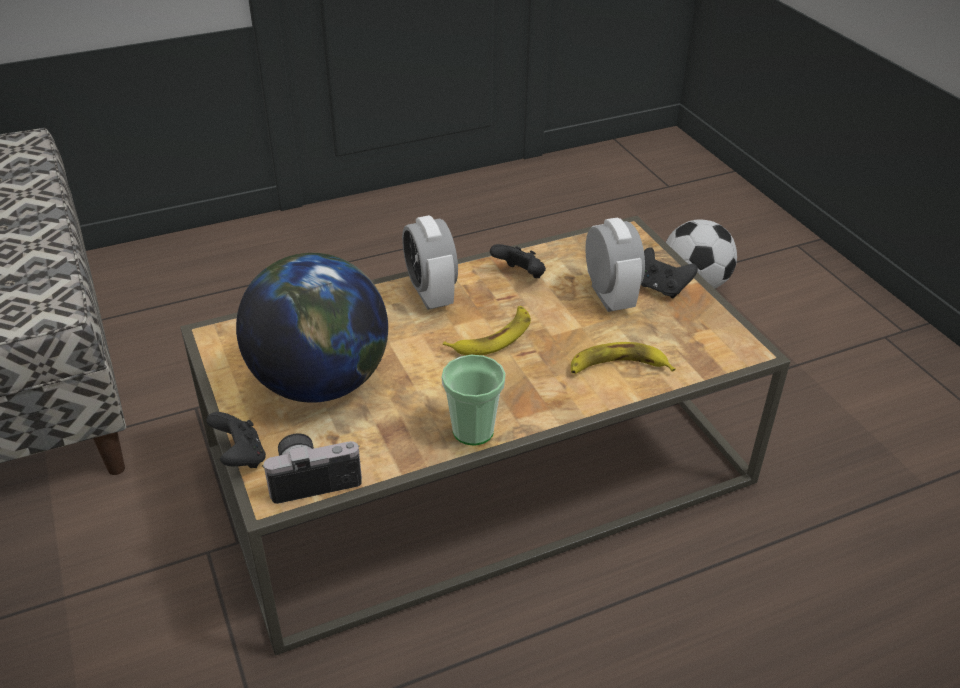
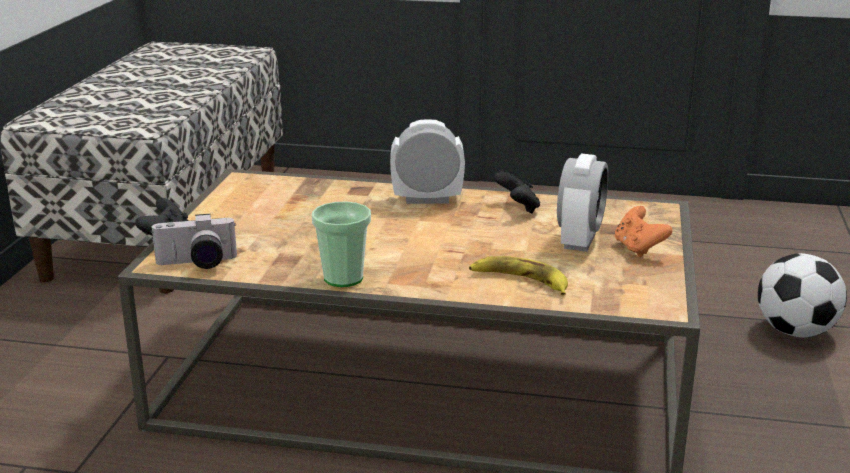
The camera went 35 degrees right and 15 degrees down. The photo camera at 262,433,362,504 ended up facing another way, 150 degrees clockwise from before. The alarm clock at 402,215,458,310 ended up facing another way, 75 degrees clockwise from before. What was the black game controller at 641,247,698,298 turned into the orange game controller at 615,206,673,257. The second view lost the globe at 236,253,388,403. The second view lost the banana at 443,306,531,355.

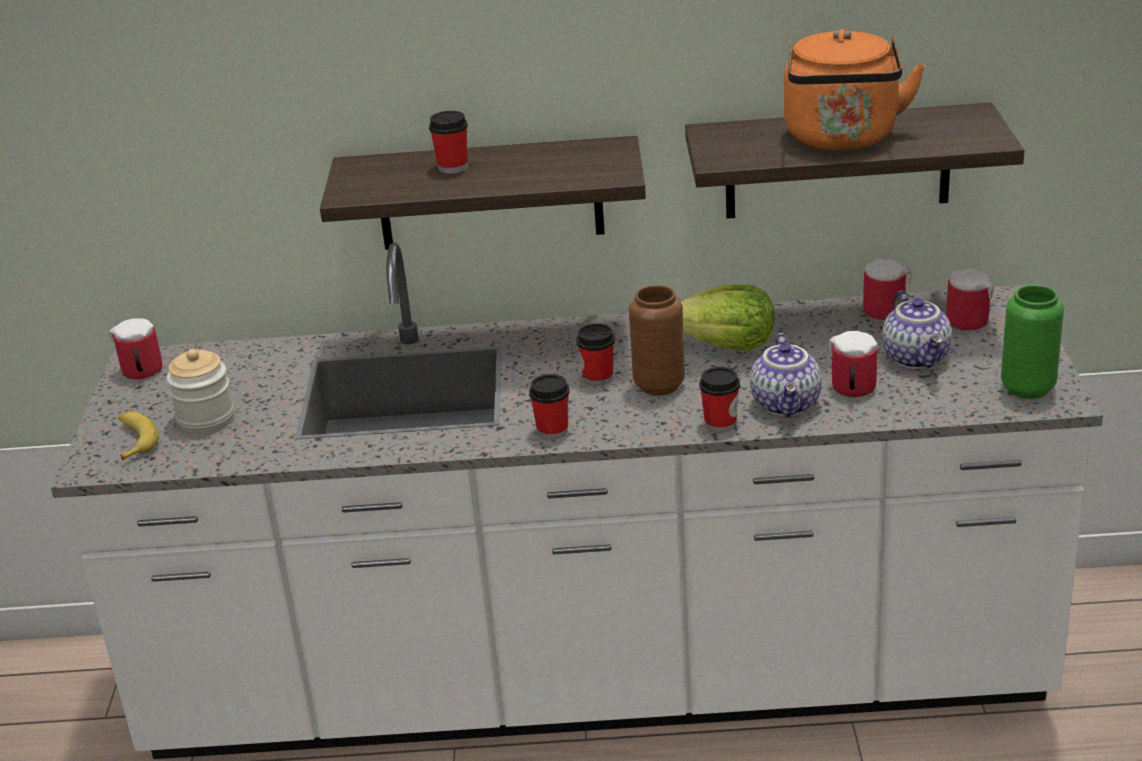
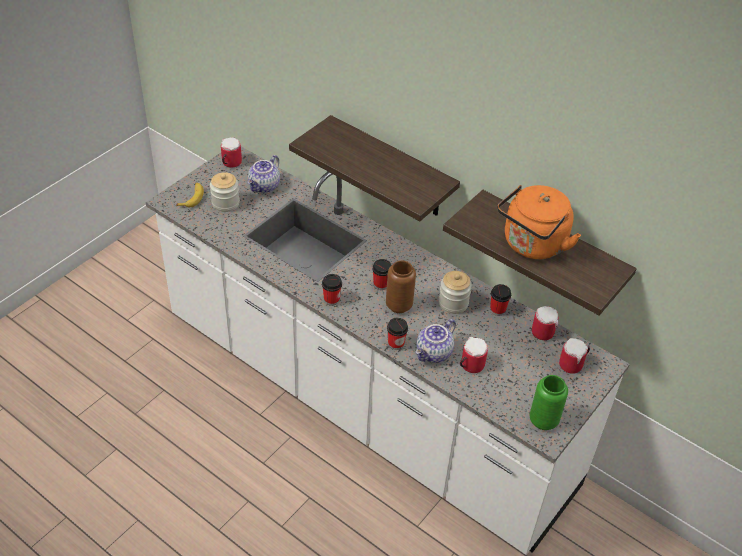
The camera went 35 degrees right and 15 degrees up. The teapot ended up elsewhere, having gone from 882,291,952,369 to 247,155,280,193. Where the lettuce stood at 681,284,774,351, the jar came to stand at 439,271,472,314. The cup ended up elsewhere, having gone from 429,111,468,174 to 490,284,511,316.

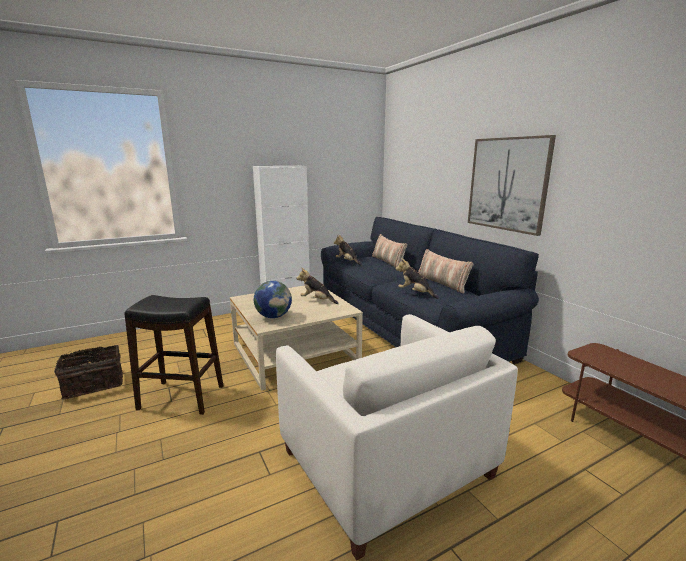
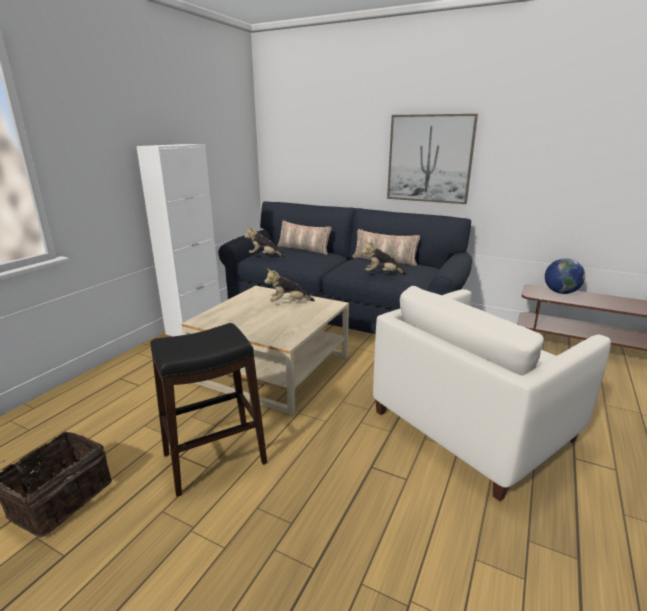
The camera went 35 degrees left and 5 degrees up. The white armchair at 276,314,518,560 ended up facing another way, 120 degrees clockwise from before. The globe ended up elsewhere, having gone from 254,281,292,318 to 545,258,585,294.

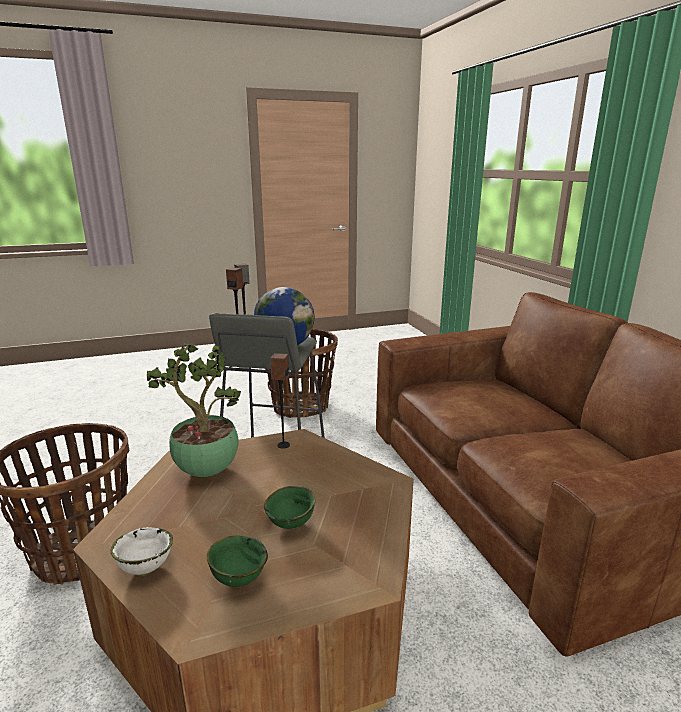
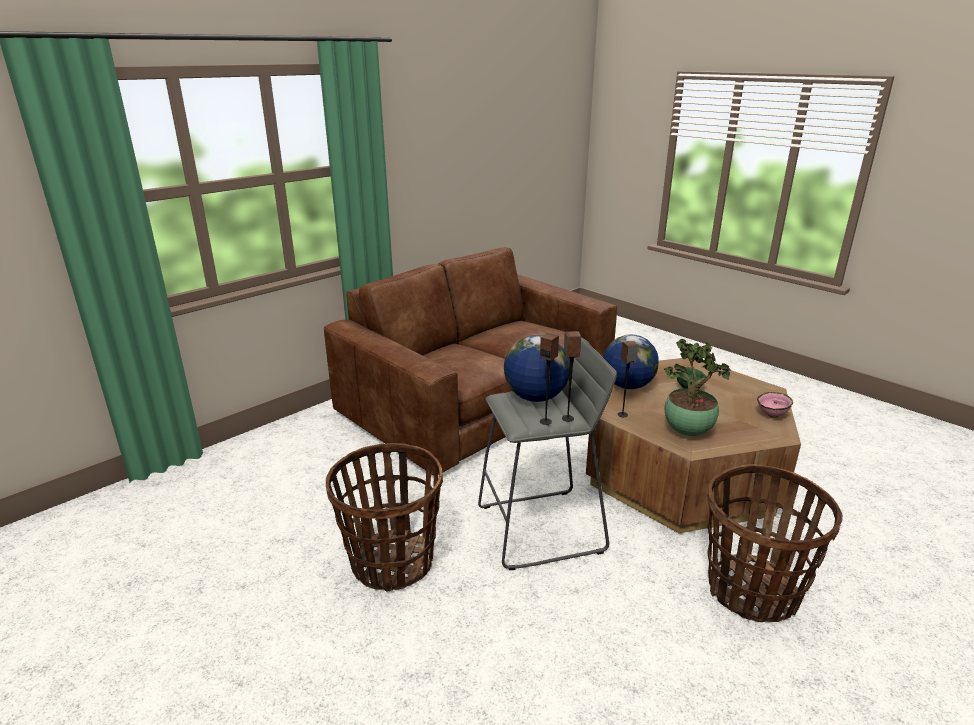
The camera went 115 degrees left and 5 degrees up. The second view gained the globe at 603,334,658,389. What was the white bowl at 110,527,173,577 turned into the pink bowl at 757,392,793,418. The second view lost the green bowl at 207,535,268,587.

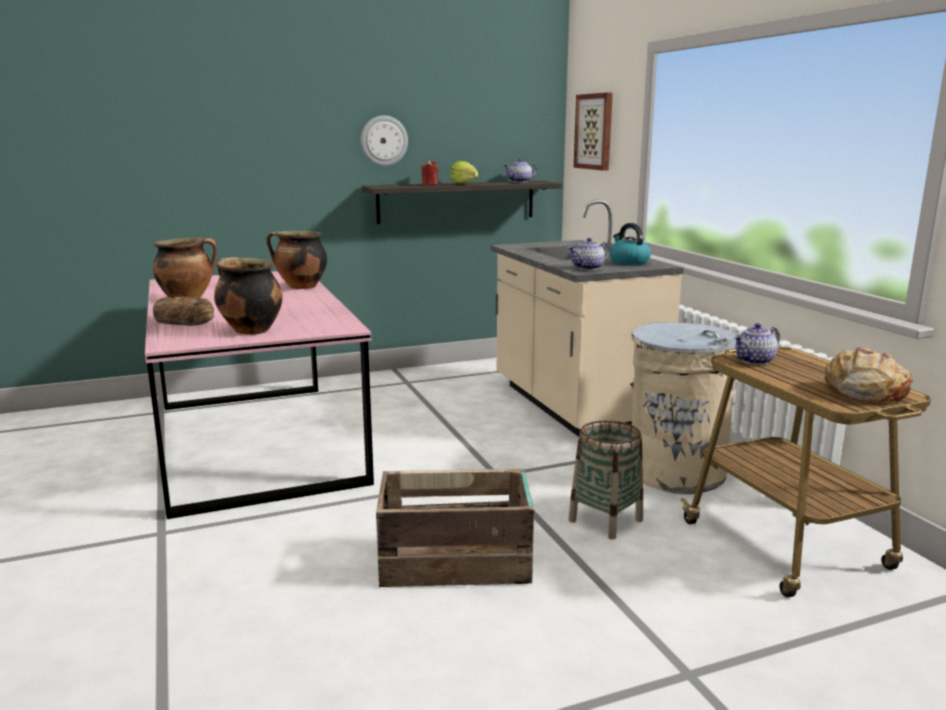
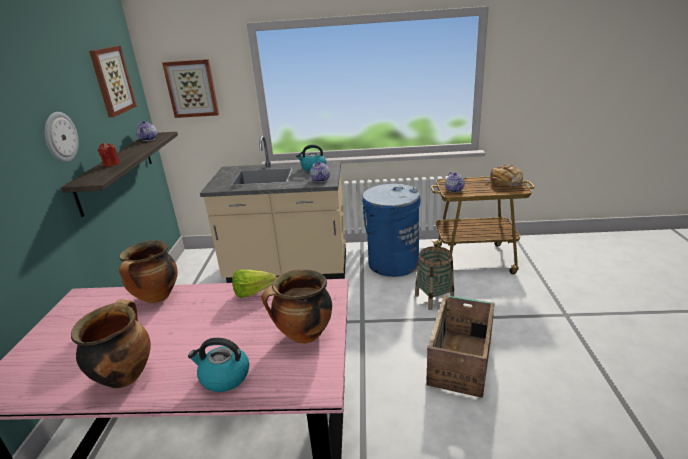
The camera went 65 degrees left and 10 degrees up. The second view gained the picture at 89,46,137,117. Where the bread stood at 153,296,215,326, the kettle came to stand at 188,338,249,392. The lettuce ended up elsewhere, having gone from 450,161,478,184 to 233,270,277,298. What was the beige trash can at 630,322,737,494 turned into the blue trash can at 362,184,420,277.

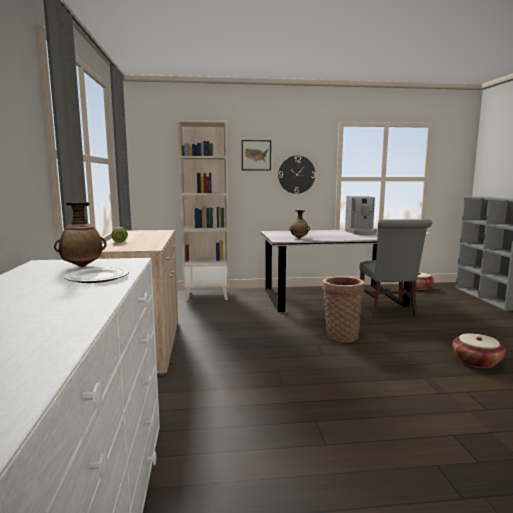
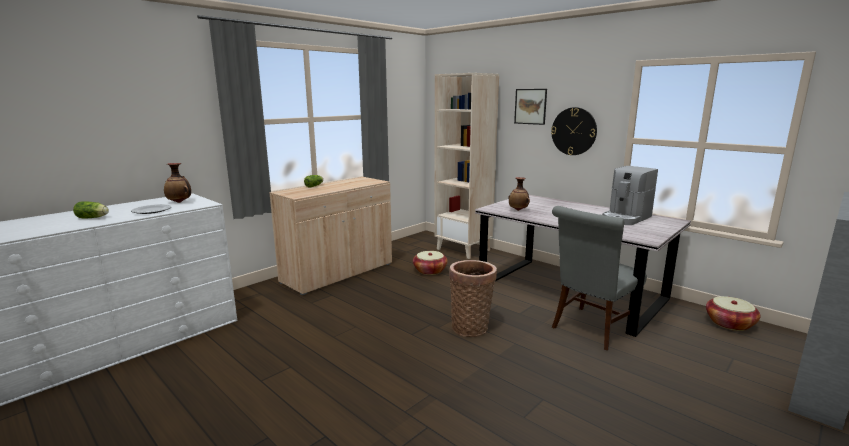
The camera went 50 degrees right and 5 degrees up. The second view gained the lettuce at 73,201,109,218. The basket ended up elsewhere, having gone from 452,333,506,368 to 413,251,448,275.

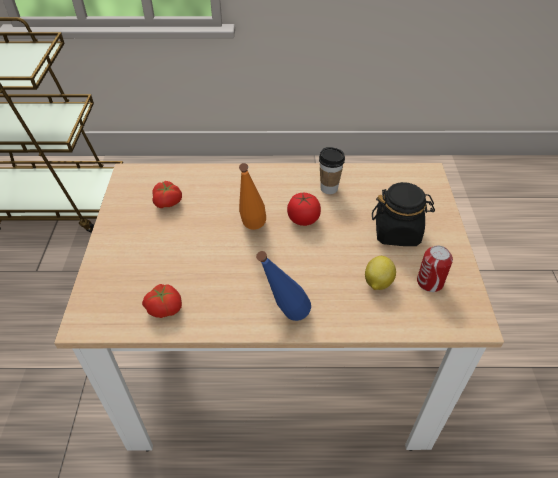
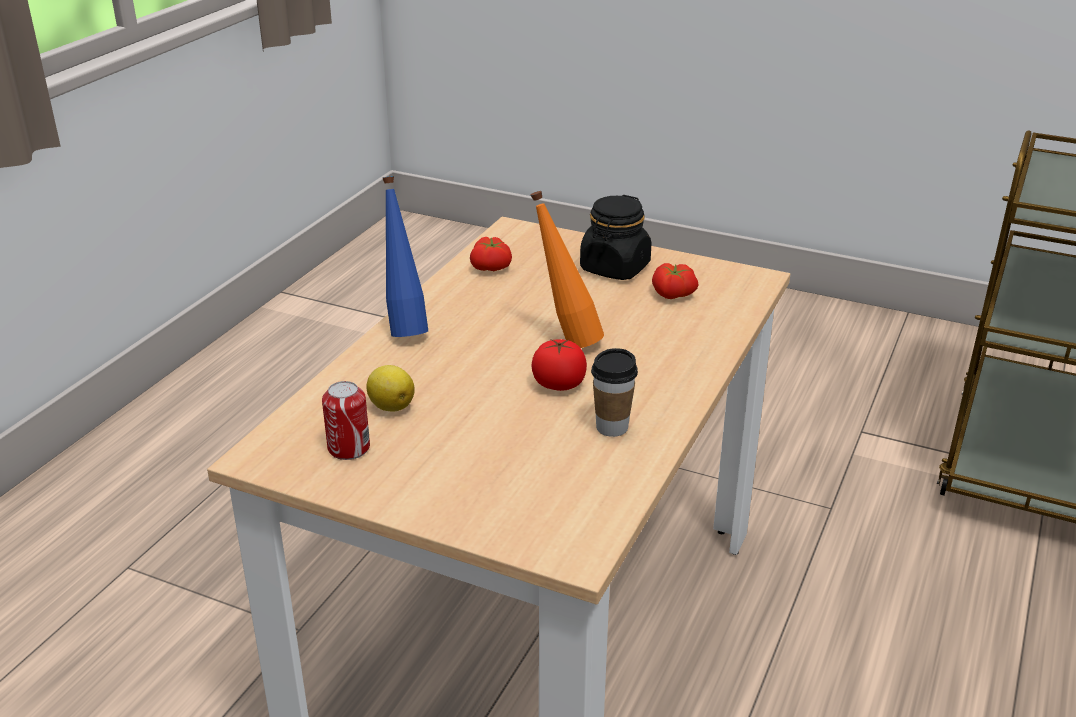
The camera went 115 degrees right and 15 degrees down. The black jar ended up elsewhere, having gone from 372,182,435,246 to 580,195,651,280.

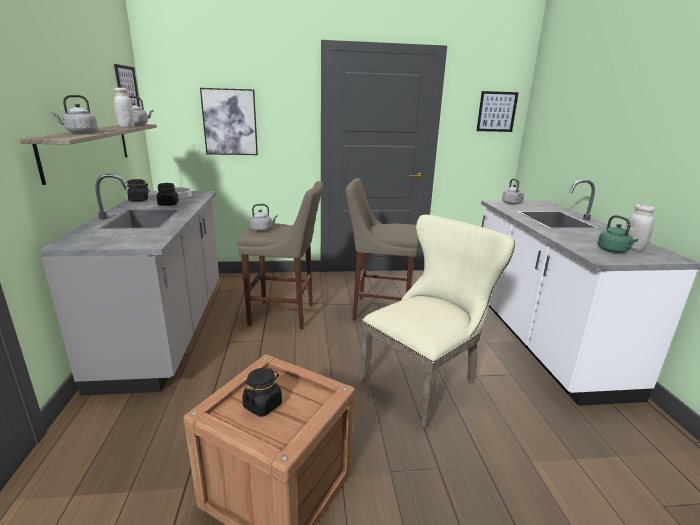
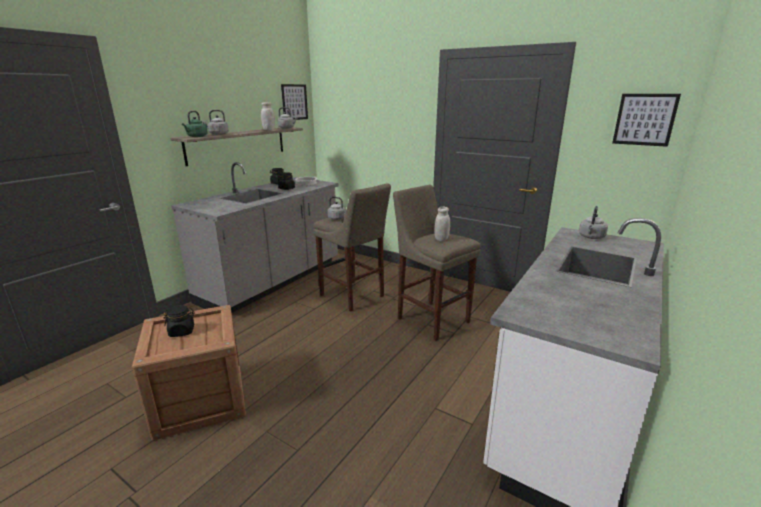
The camera went 40 degrees right and 0 degrees up. The green kettle ended up elsewhere, having gone from 598,215,639,253 to 182,111,208,137. The white jar ended up elsewhere, having gone from 625,204,655,250 to 434,207,450,241. The second view lost the picture at 200,88,258,155. The second view lost the beige chair at 360,215,515,428.

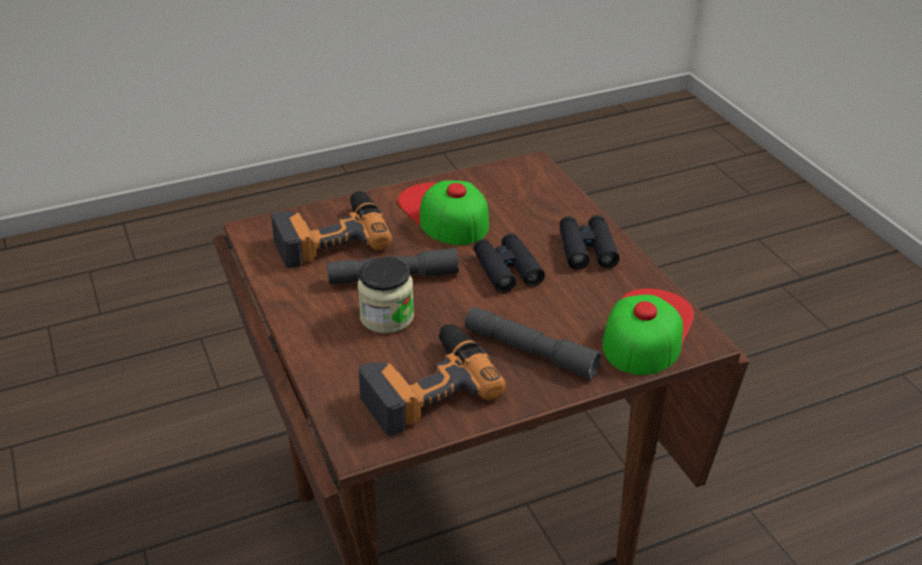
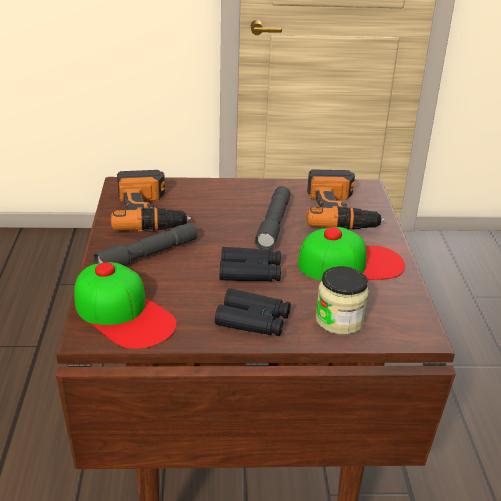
The camera went 110 degrees right and 5 degrees down. The jar ended up elsewhere, having gone from 357,257,414,334 to 316,266,369,335.

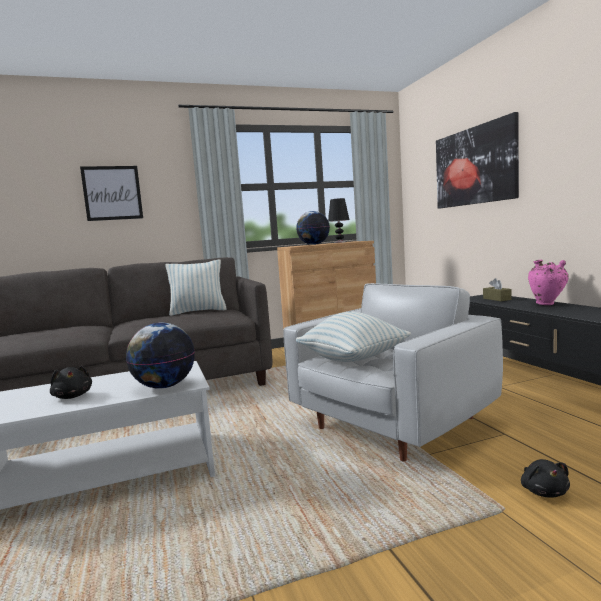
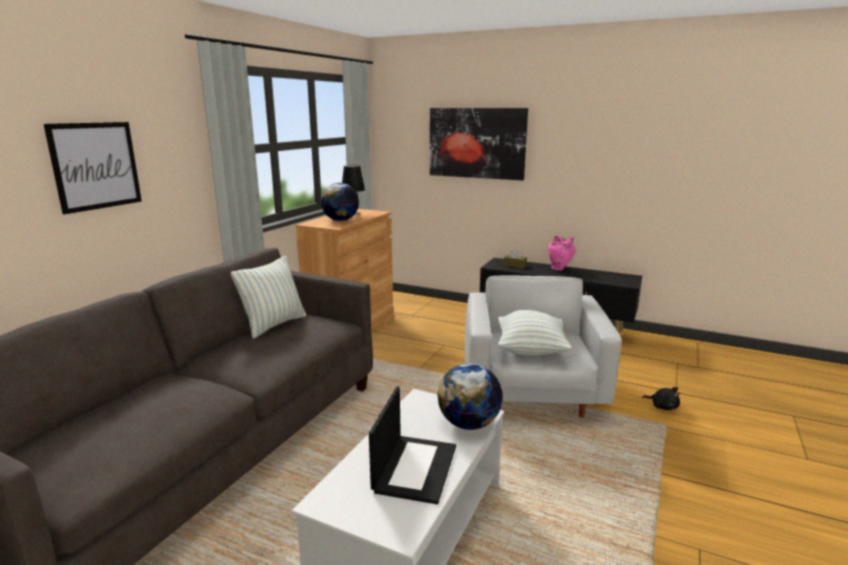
The camera went 45 degrees left and 10 degrees up. Where the black plush toy stood at 50,365,92,399, the laptop came to stand at 369,386,456,504.

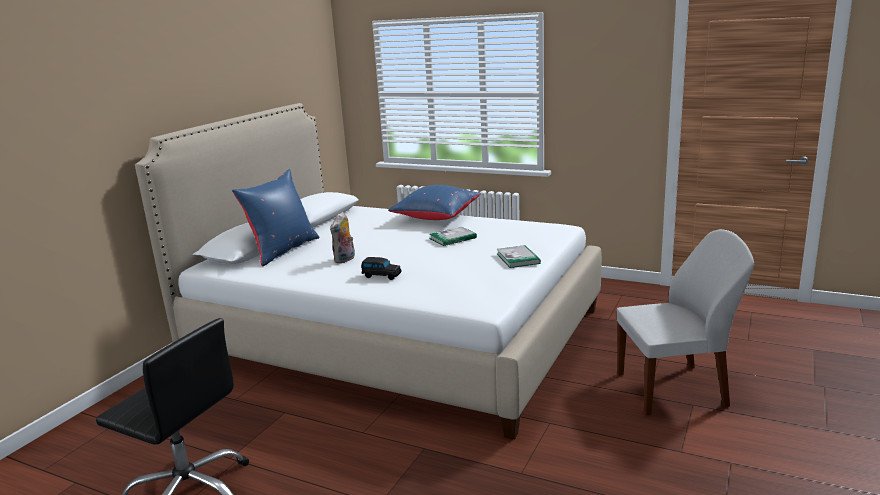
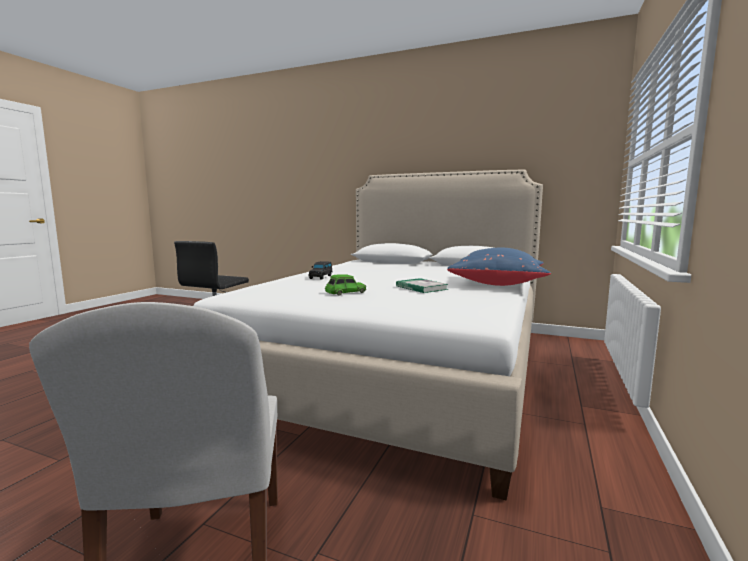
The camera went 85 degrees right and 10 degrees down. The second view gained the green toy car at 325,274,366,296. The second view lost the blue pillow at 232,169,320,266. The second view lost the plush toy at 330,212,355,263. The second view lost the book at 497,245,541,268.

